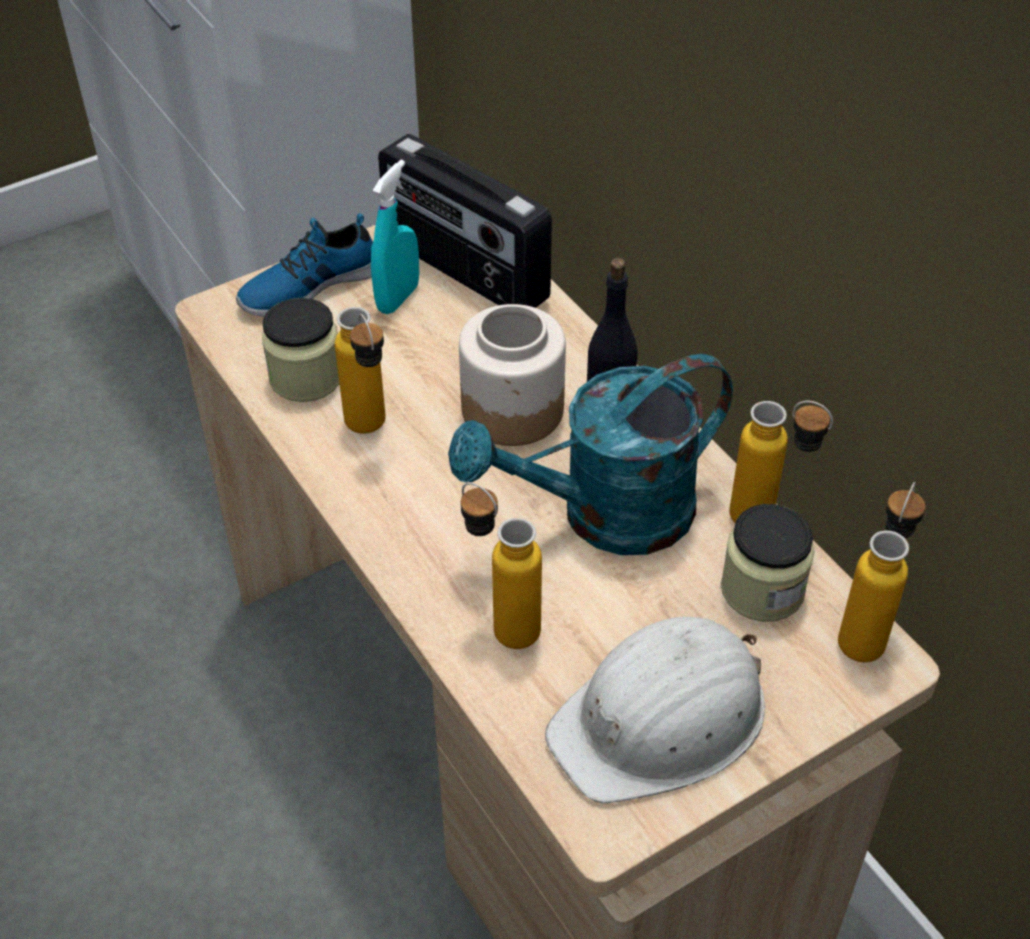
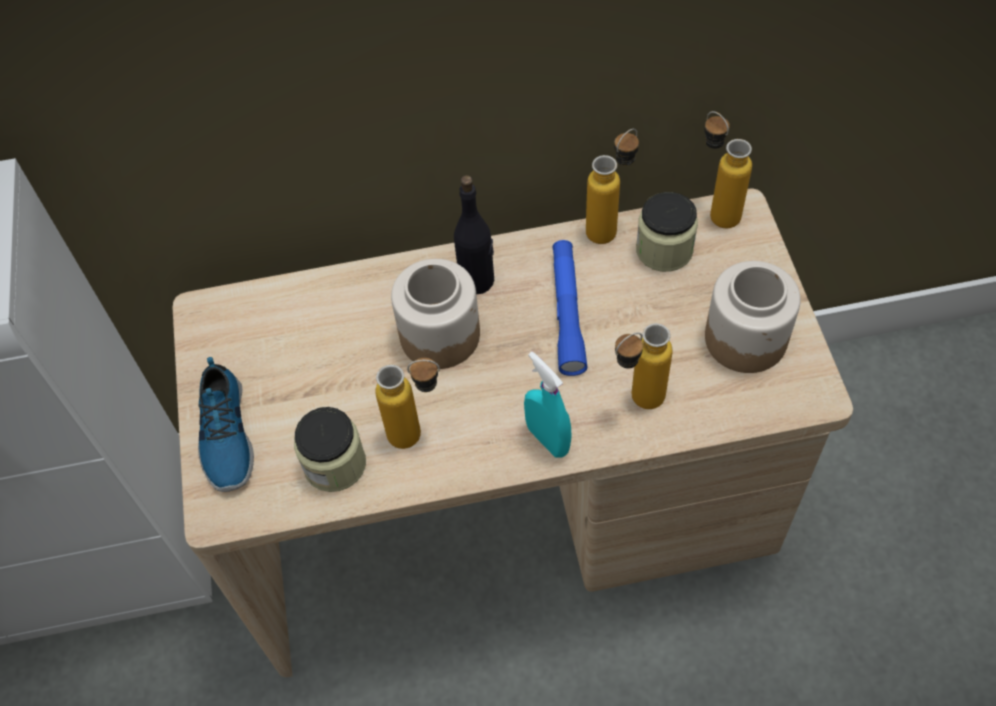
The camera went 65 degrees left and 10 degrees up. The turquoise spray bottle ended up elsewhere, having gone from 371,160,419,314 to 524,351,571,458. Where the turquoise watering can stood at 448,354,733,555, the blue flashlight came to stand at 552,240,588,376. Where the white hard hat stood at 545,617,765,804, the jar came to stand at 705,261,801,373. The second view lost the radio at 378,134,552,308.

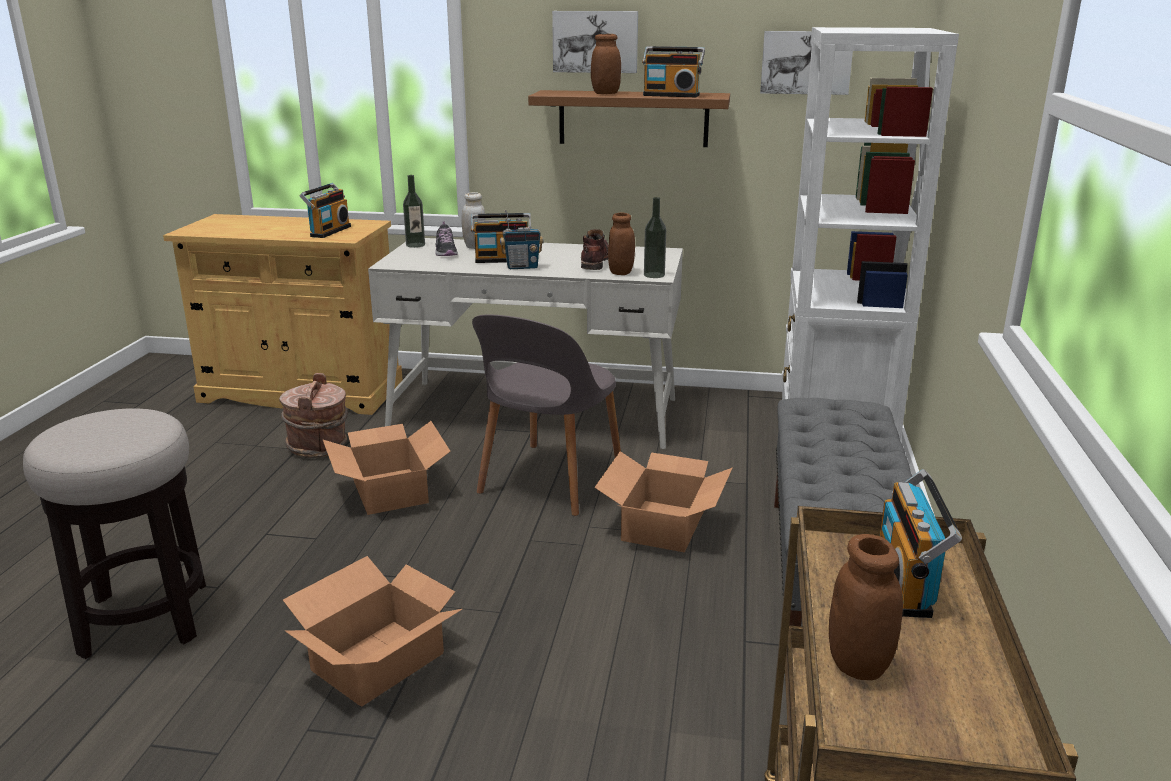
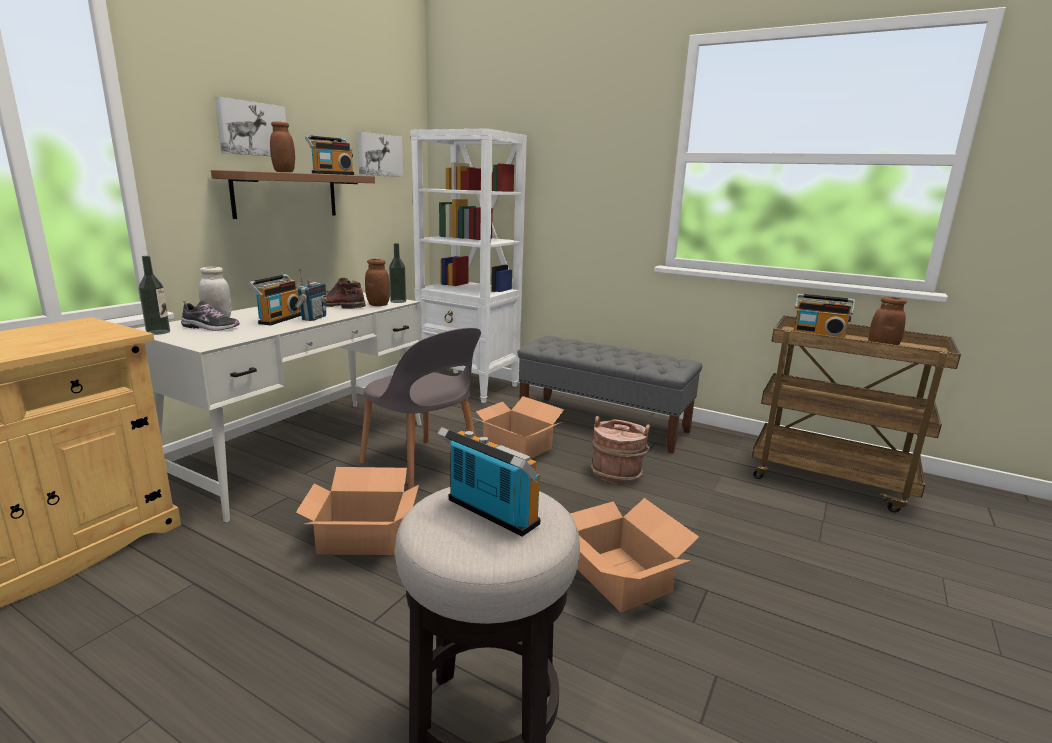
The camera went 70 degrees left and 5 degrees down. The radio ended up elsewhere, having gone from 300,183,351,238 to 437,427,541,536. The brown bucket ended up elsewhere, having gone from 279,373,348,458 to 591,416,650,484.

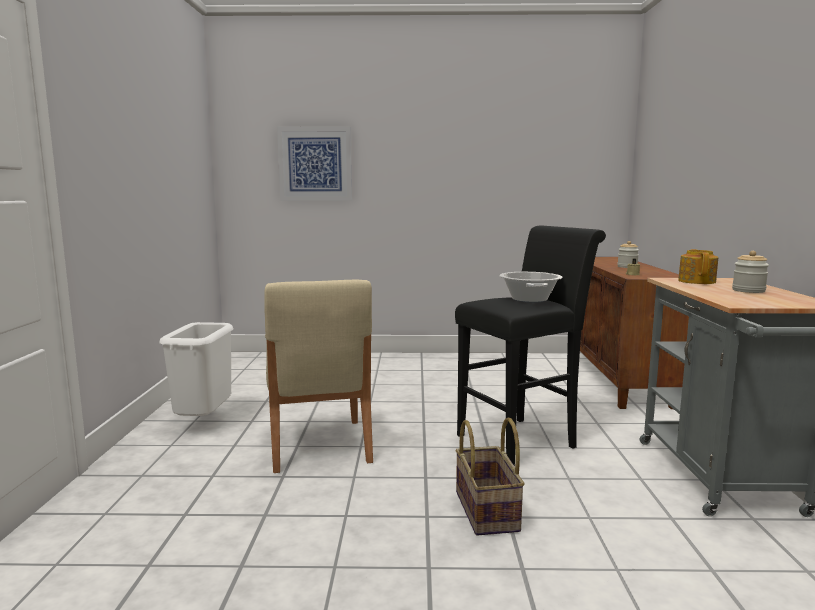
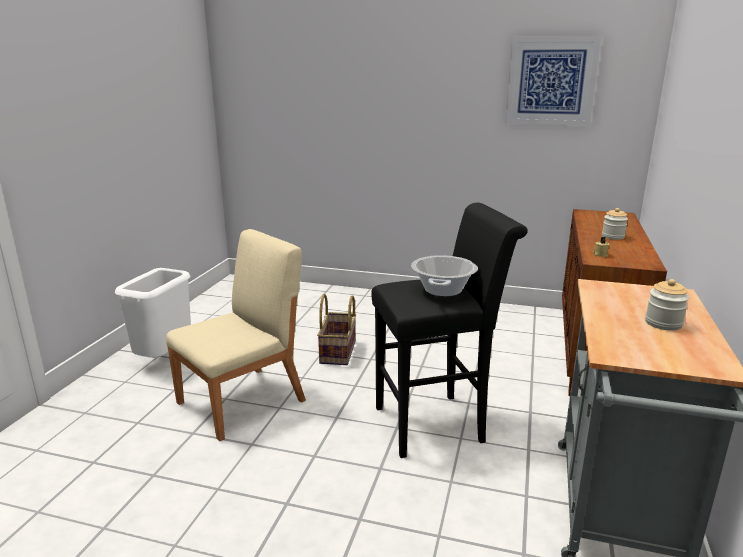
The camera went 15 degrees right and 10 degrees up. The beige chair at 264,280,373,473 ended up facing another way, 135 degrees counterclockwise from before. The basket ended up elsewhere, having gone from 455,418,525,536 to 317,294,356,365. The picture ended up elsewhere, having gone from 277,127,352,201 to 505,36,601,126. The second view lost the teapot at 678,249,718,284.

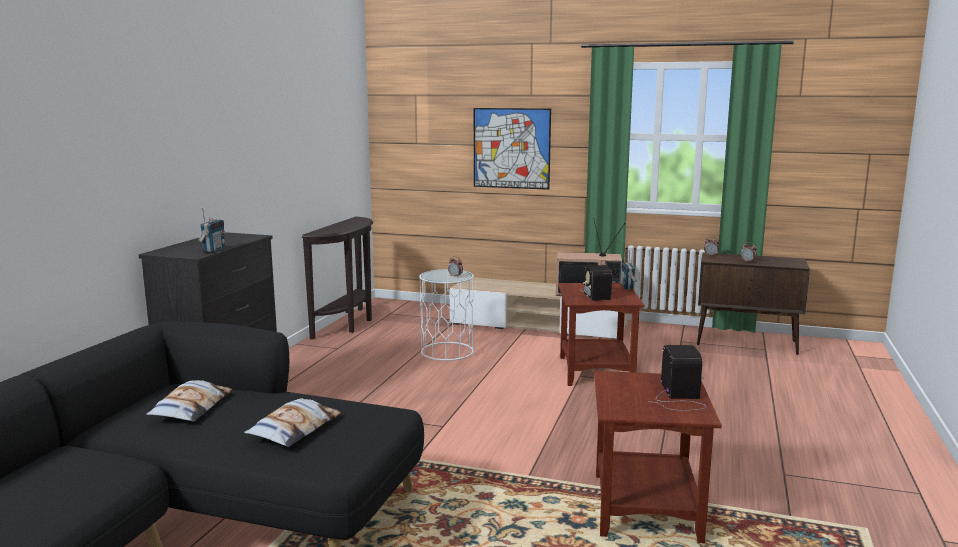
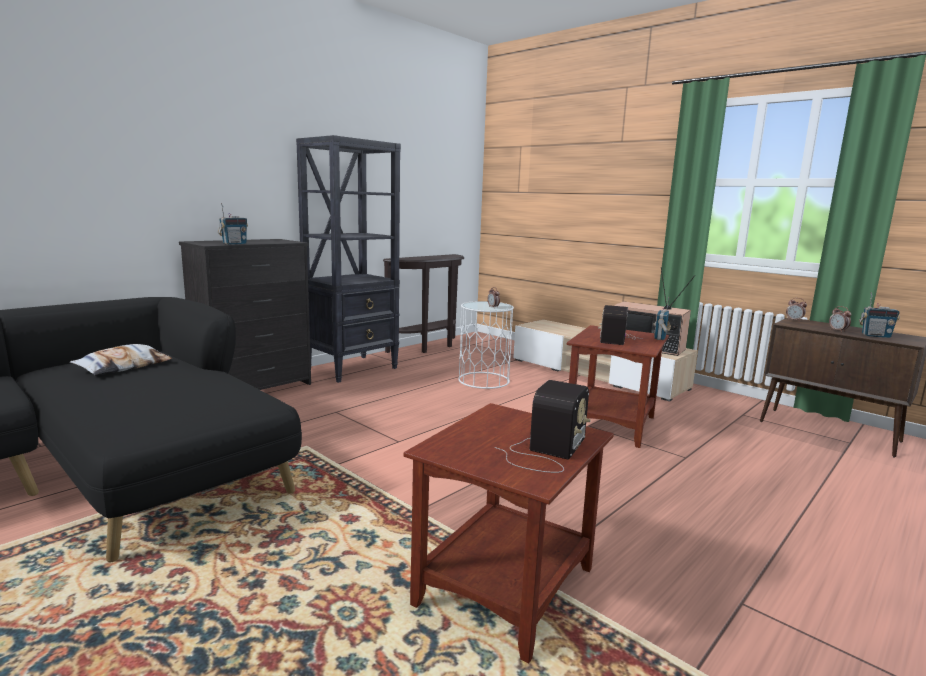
The camera went 25 degrees right and 0 degrees up. The second view gained the black bookcase at 296,135,401,383. The second view gained the radio at 859,292,900,338. The second view lost the pillow at 244,398,341,447. The second view lost the picture at 474,108,551,190.

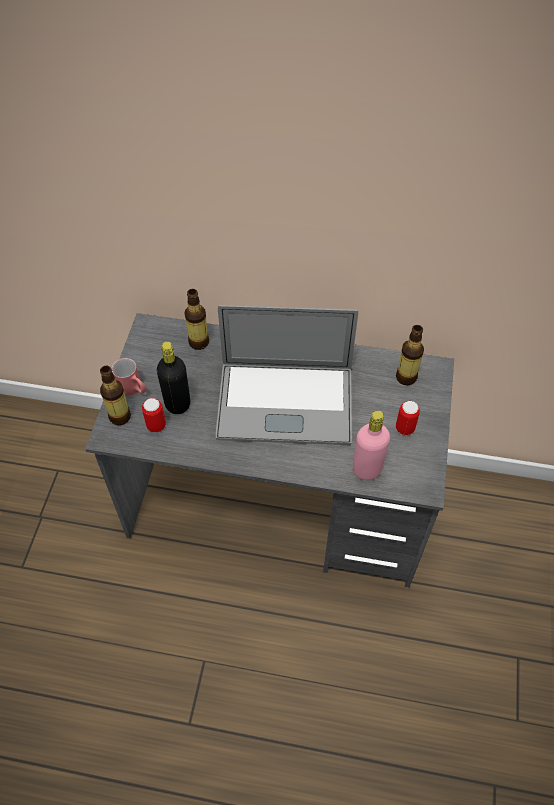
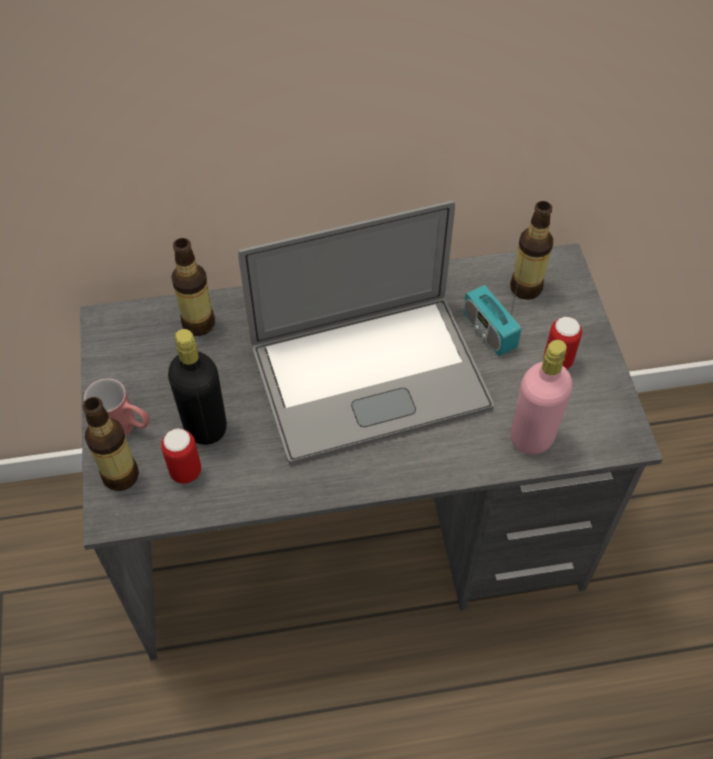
The camera went 20 degrees left and 0 degrees up. The second view gained the radio at 463,274,521,356.

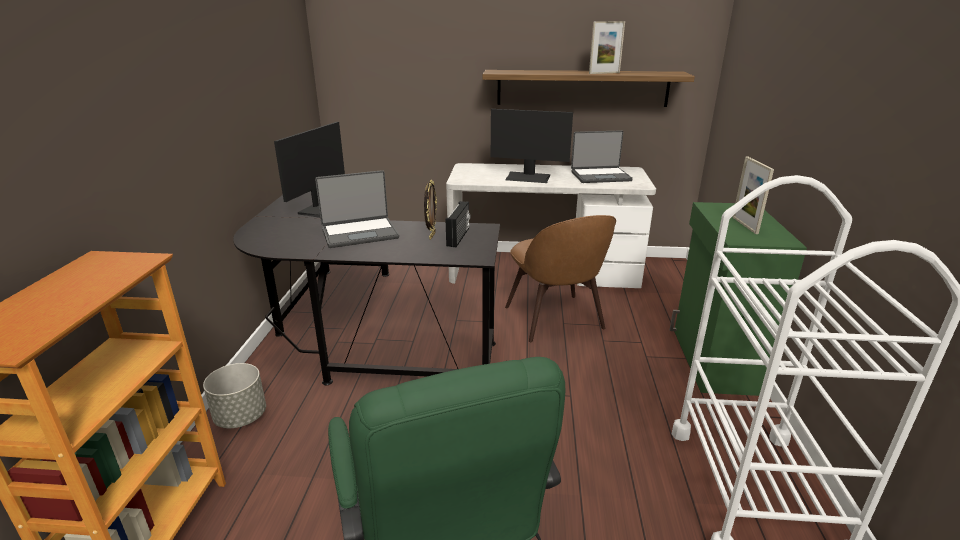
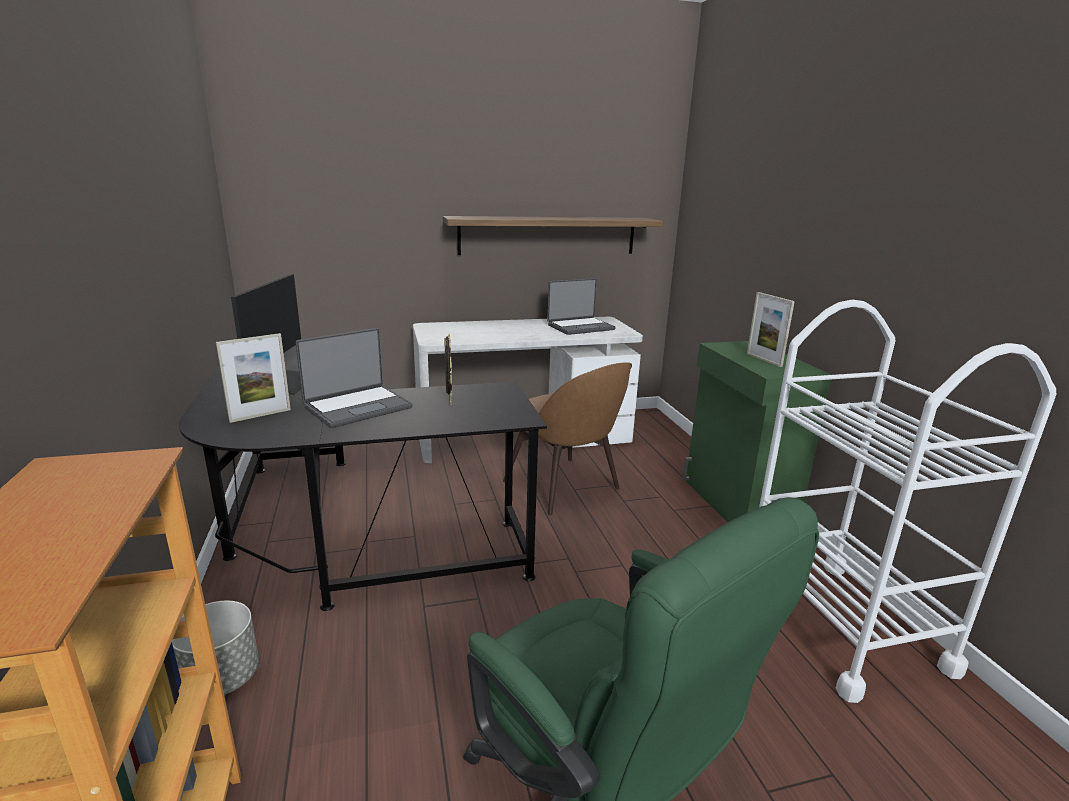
The camera went 20 degrees left and 5 degrees down. The picture frame ended up elsewhere, having gone from 589,21,625,74 to 216,333,291,423. The second view lost the radio at 446,201,470,247. The second view lost the monitor at 491,109,573,183.

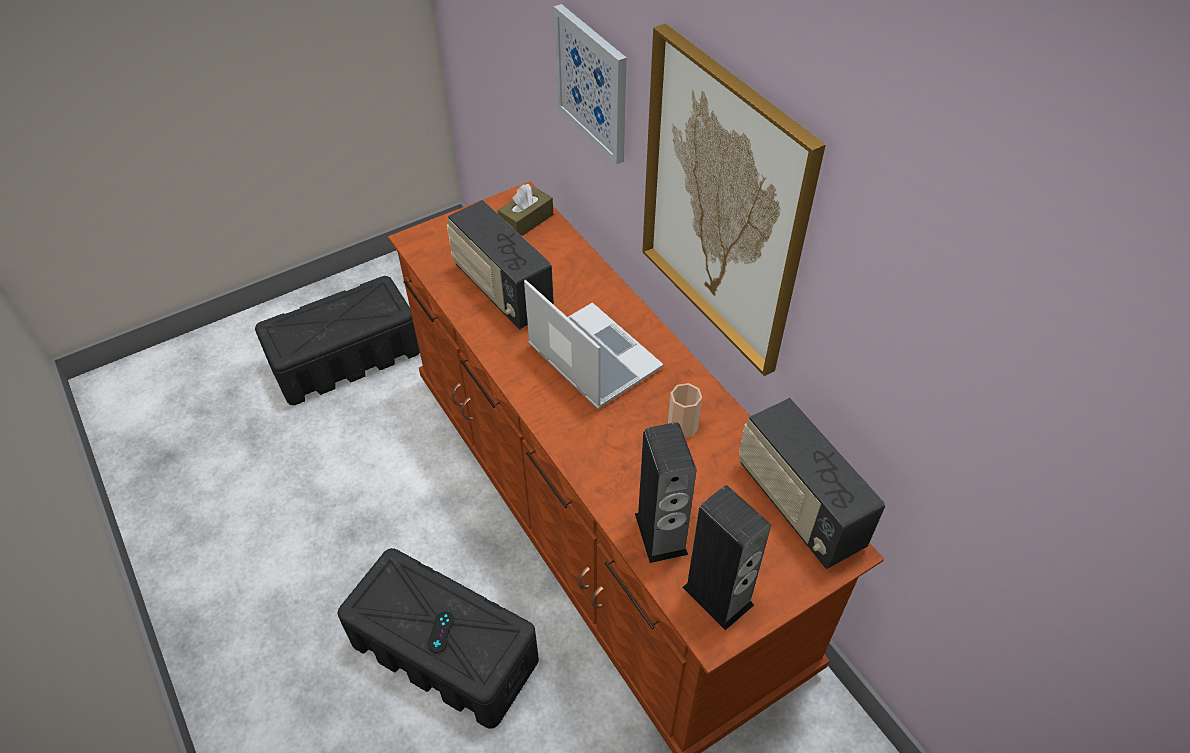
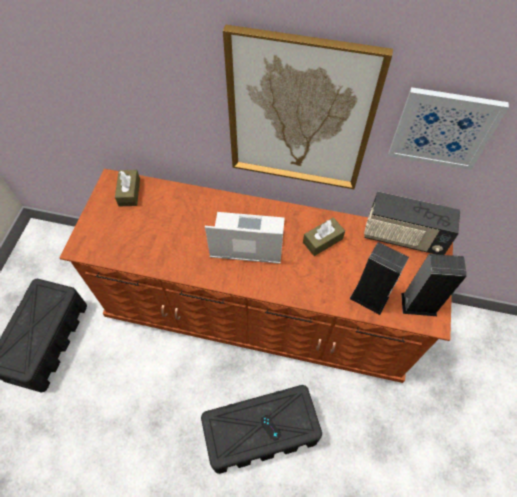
The camera went 45 degrees left and 10 degrees up. Where the cup stood at 668,383,702,438, the brown tissue box came to stand at 303,218,345,256. The picture ended up elsewhere, having gone from 554,4,627,165 to 388,87,509,170. The second view lost the radio at 447,200,554,329.

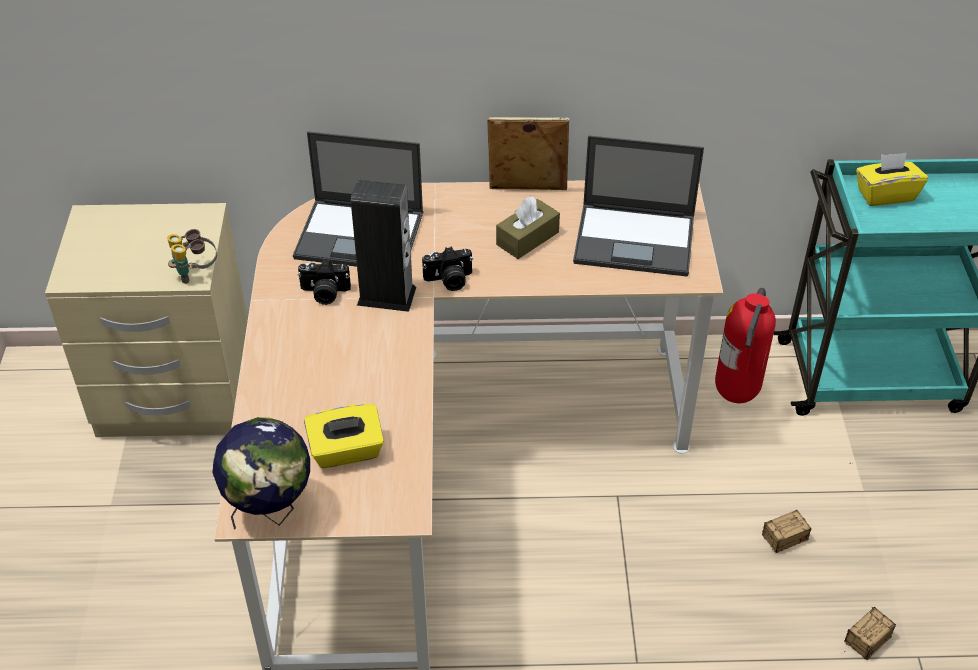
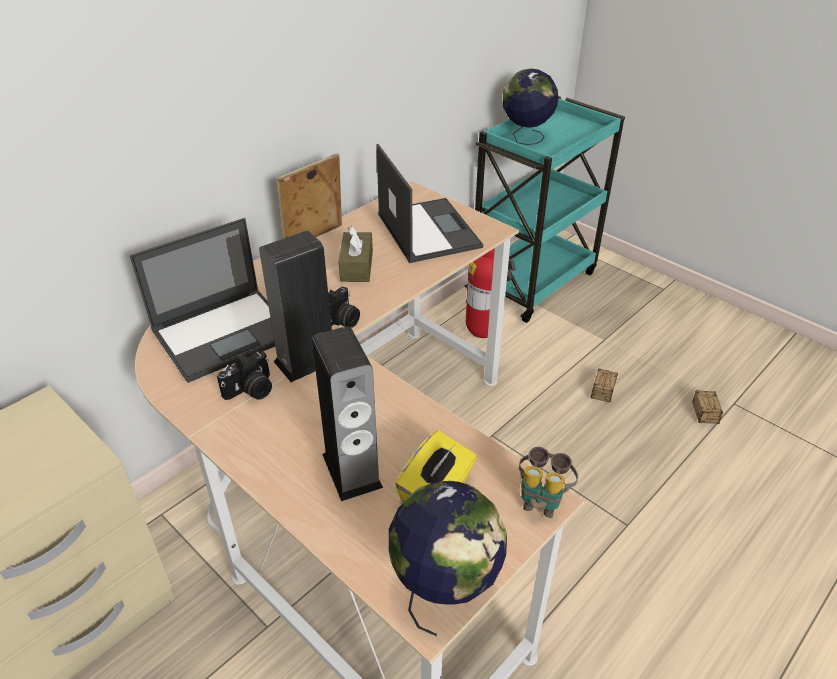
The camera went 45 degrees left and 5 degrees down. The second view gained the speaker at 312,326,383,501. The laptop at 573,135,704,276 ended up facing another way, 75 degrees counterclockwise from before. Where the yellow tissue box stood at 856,153,928,206, the globe came to stand at 503,68,558,145. The binoculars ended up elsewhere, having gone from 167,229,217,284 to 519,447,578,518.

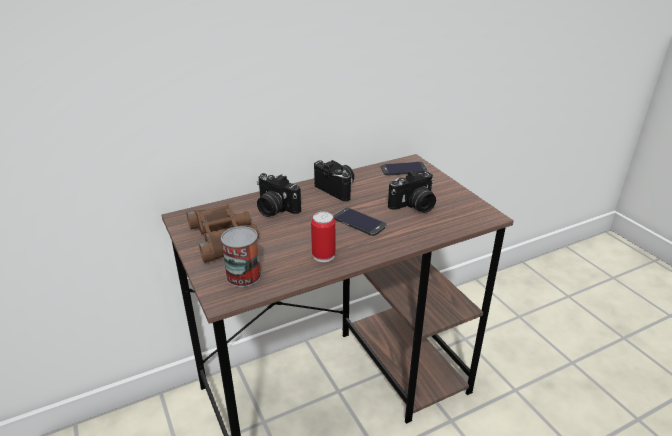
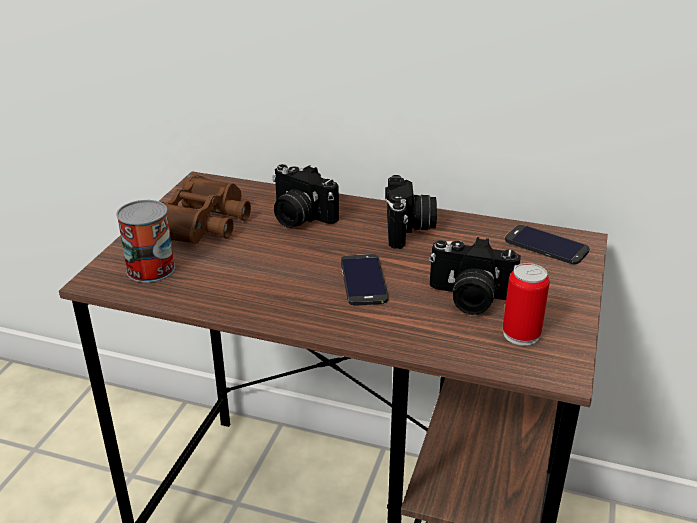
The camera went 45 degrees right and 0 degrees up. The photo camera at 257,173,301,217 ended up facing another way, 45 degrees counterclockwise from before. The can ended up elsewhere, having gone from 311,212,335,262 to 503,263,550,346.

